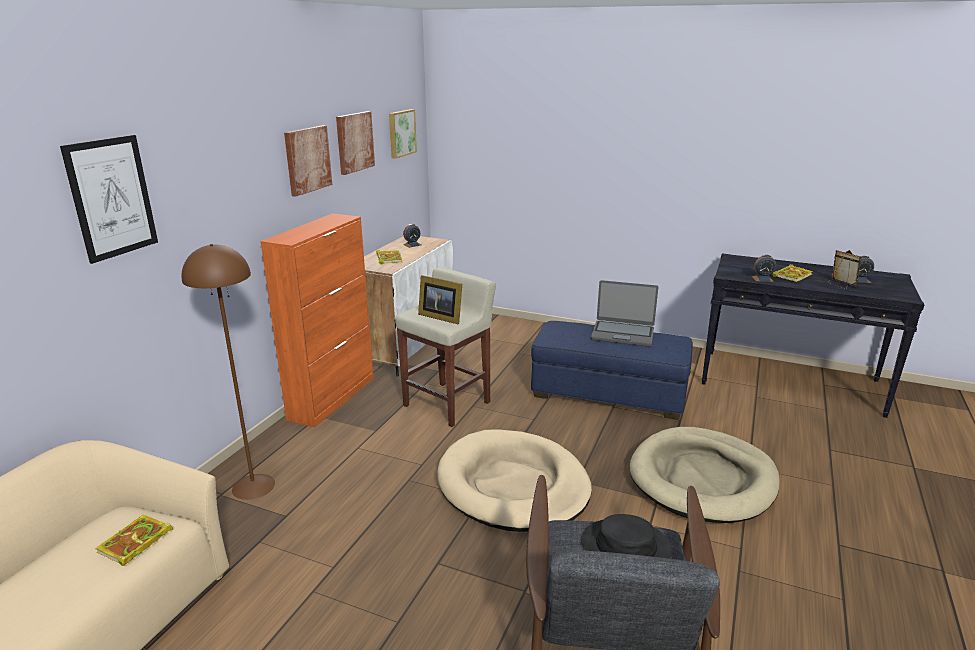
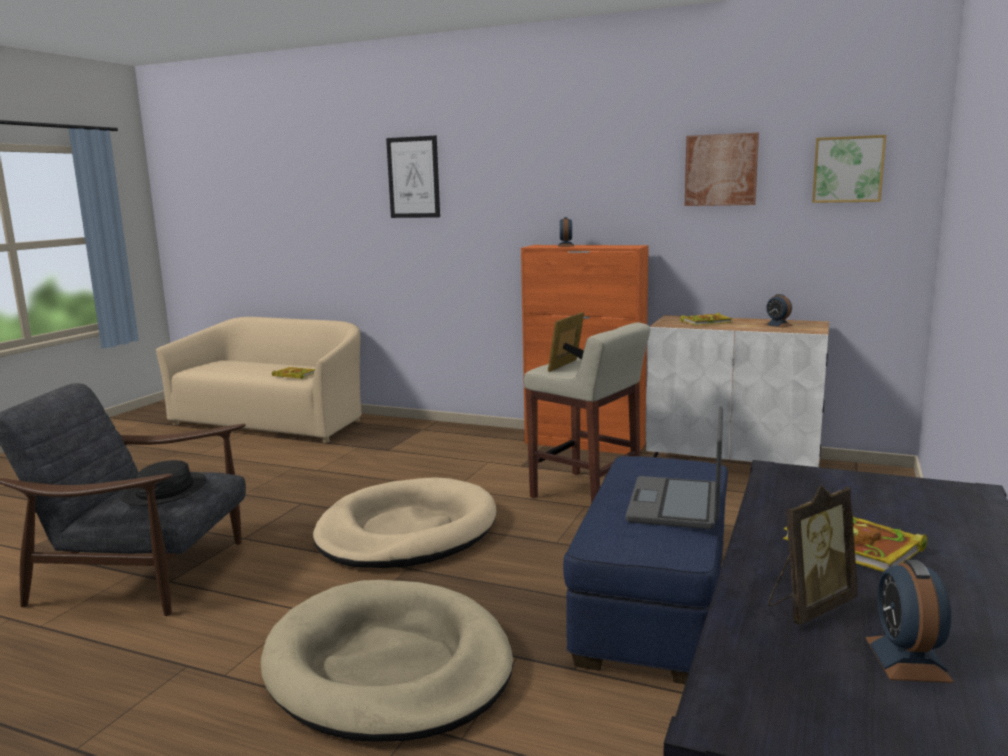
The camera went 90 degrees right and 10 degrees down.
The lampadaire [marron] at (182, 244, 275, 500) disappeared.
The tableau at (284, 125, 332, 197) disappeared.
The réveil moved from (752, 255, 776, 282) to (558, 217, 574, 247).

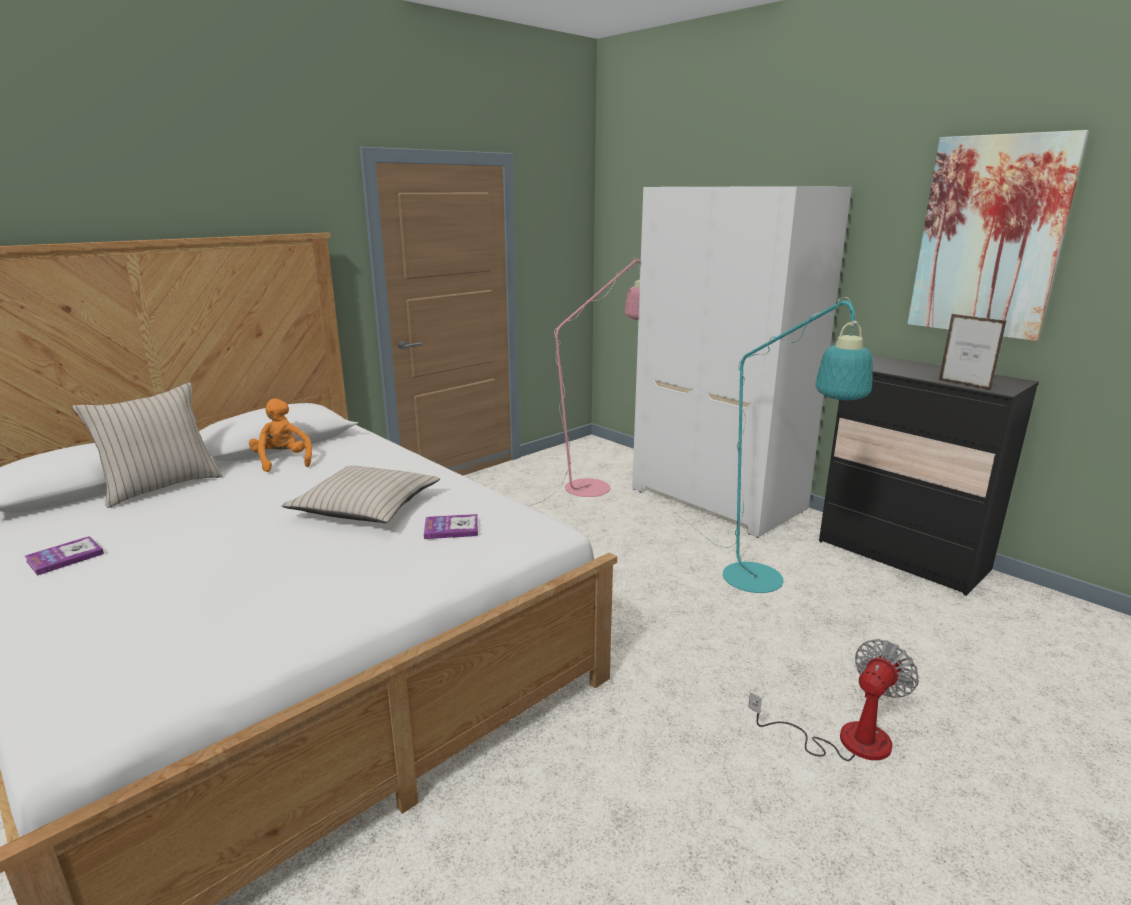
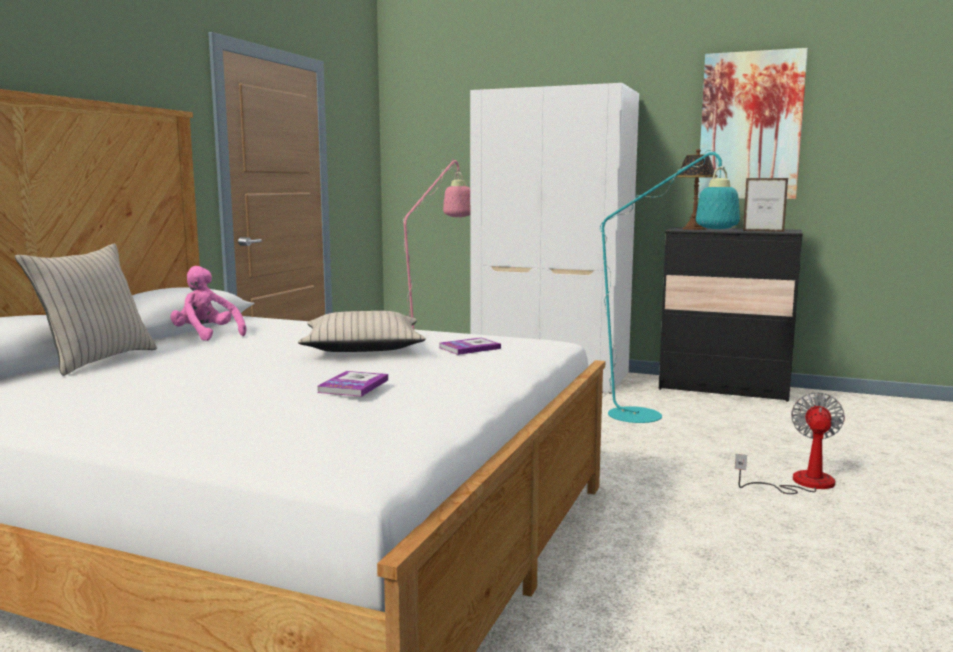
The camera went 25 degrees left and 10 degrees down.
The lampe de table at (676, 149, 718, 230) appeared.
The livre moved from (25, 536, 104, 576) to (317, 371, 388, 397).
The peluche [orange] at (249, 398, 312, 472) became the peluche [rose] at (170, 266, 246, 341).

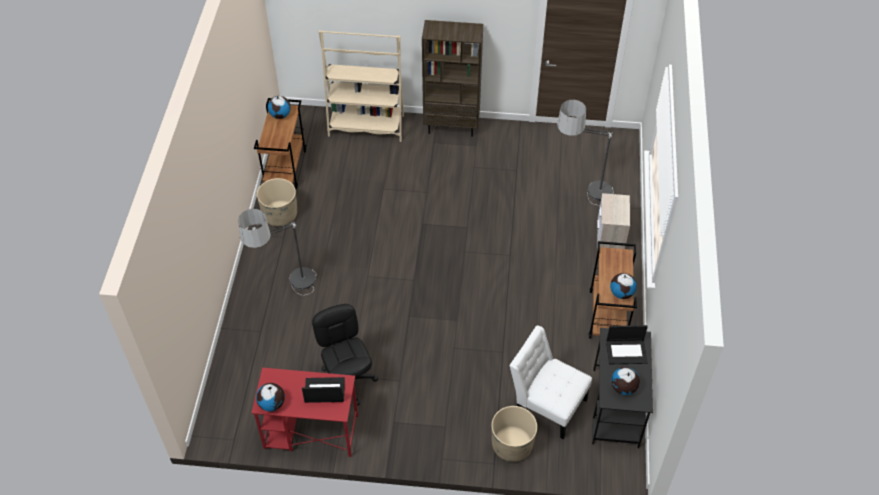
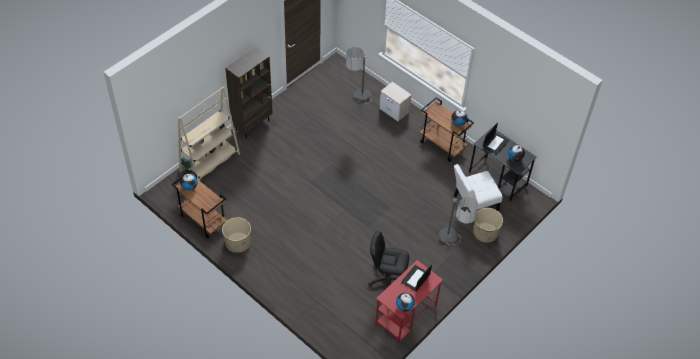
The camera went 55 degrees left and 0 degrees up.
The lampadaire moved from (238, 209, 316, 295) to (439, 197, 478, 245).

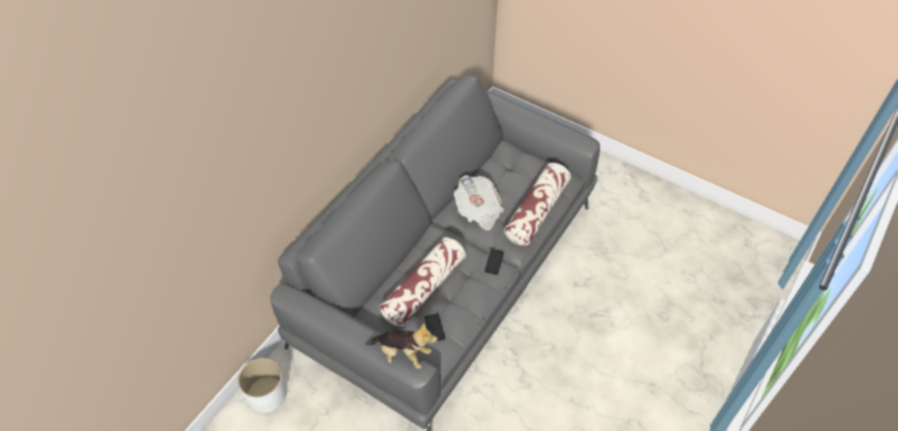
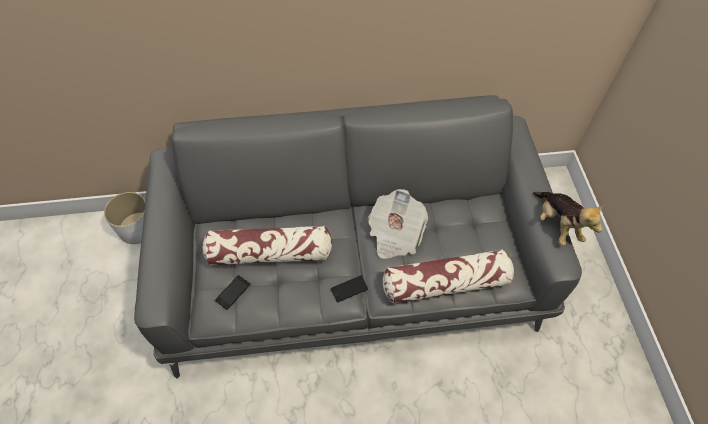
The camera went 50 degrees right and 5 degrees up.
The peluche moved from (365, 323, 438, 369) to (533, 192, 603, 246).

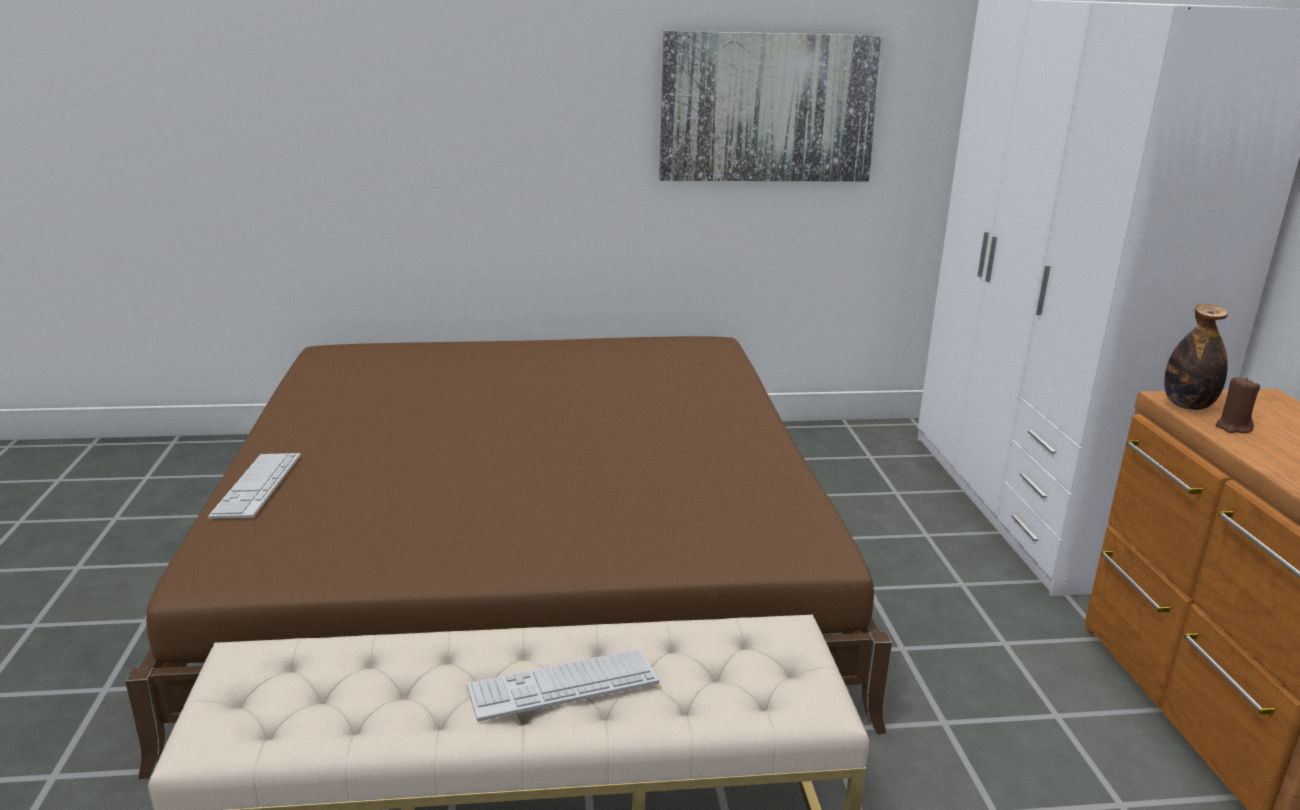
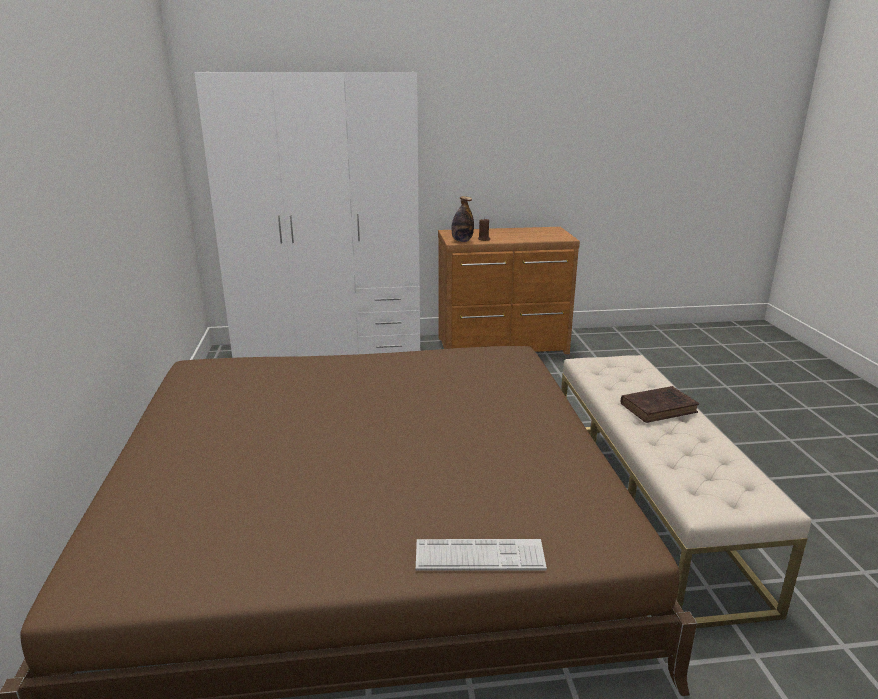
The camera went 90 degrees left and 0 degrees up.
The tableau at (659, 31, 885, 182) disappeared.
The clavier at (467, 649, 659, 722) was replaced by the livre [marron] at (621, 386, 699, 423).

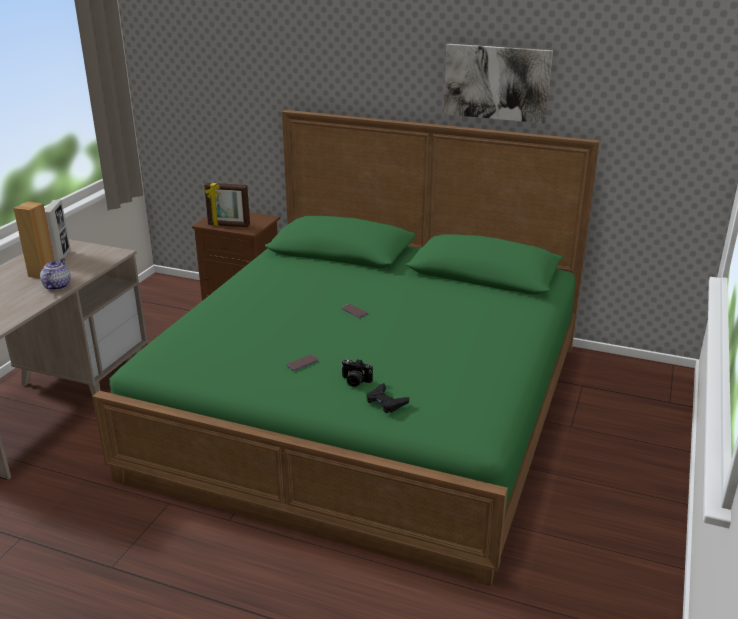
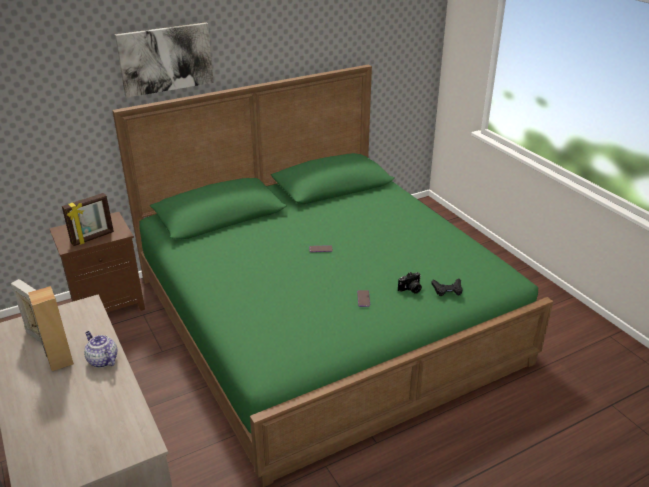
The camera went 50 degrees left and 5 degrees up.
The tableau moved from (444, 44, 553, 123) to (115, 22, 214, 98).

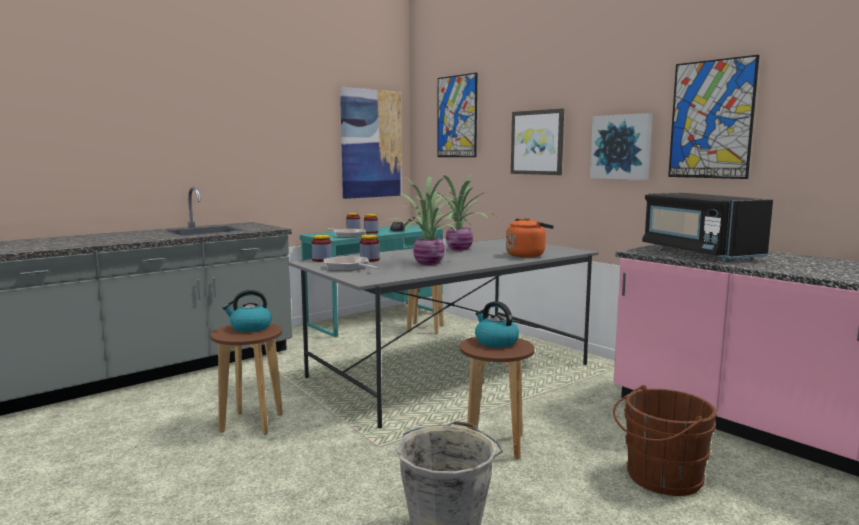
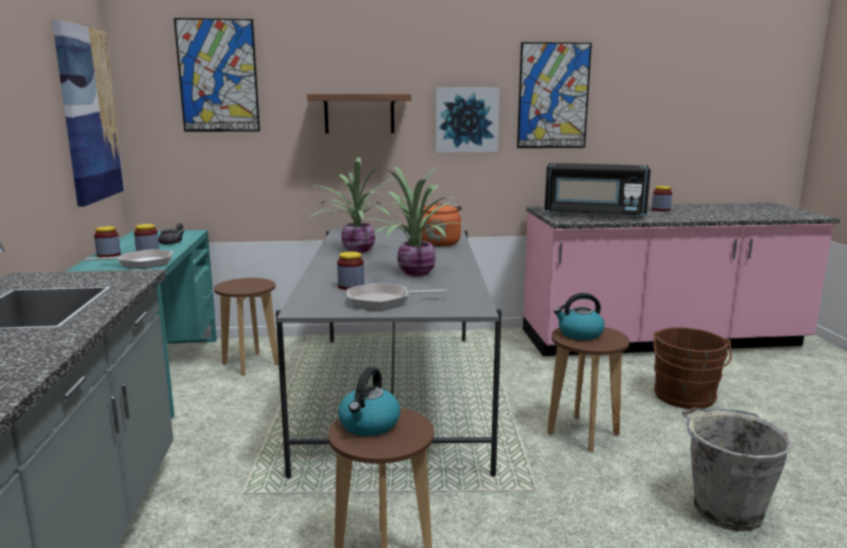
The camera went 55 degrees left and 5 degrees up.
The bocal moved from (312, 235, 332, 262) to (652, 186, 672, 211).
The tableau at (511, 108, 564, 175) was replaced by the étagère at (307, 94, 411, 133).

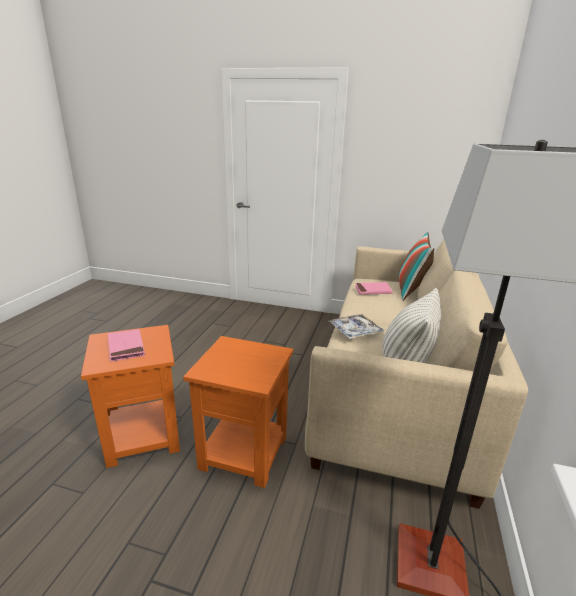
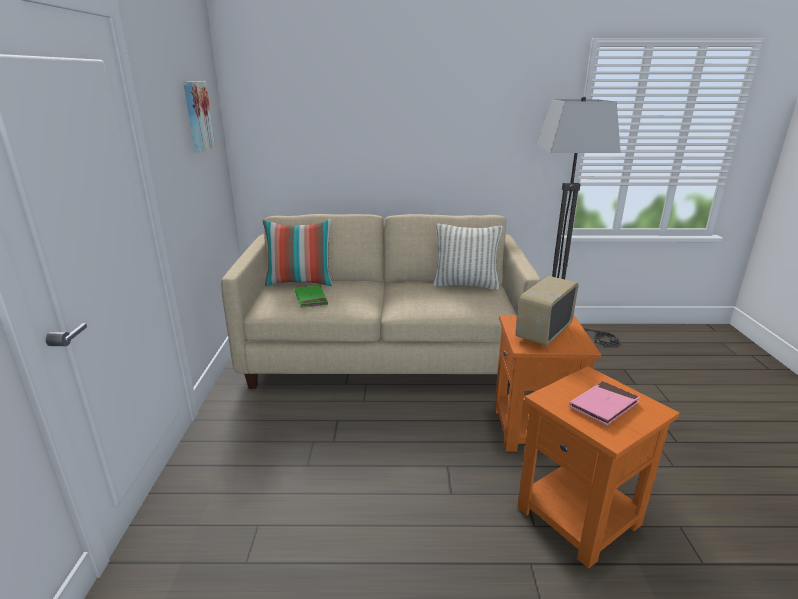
The camera went 105 degrees left and 0 degrees up.
The plateau at (329, 314, 384, 339) disappeared.
The tableau at (183, 81, 215, 152) appeared.
The radio at (516, 276, 579, 346) appeared.
The livre [rose] at (355, 282, 393, 295) became the livre [vert] at (295, 286, 328, 308).

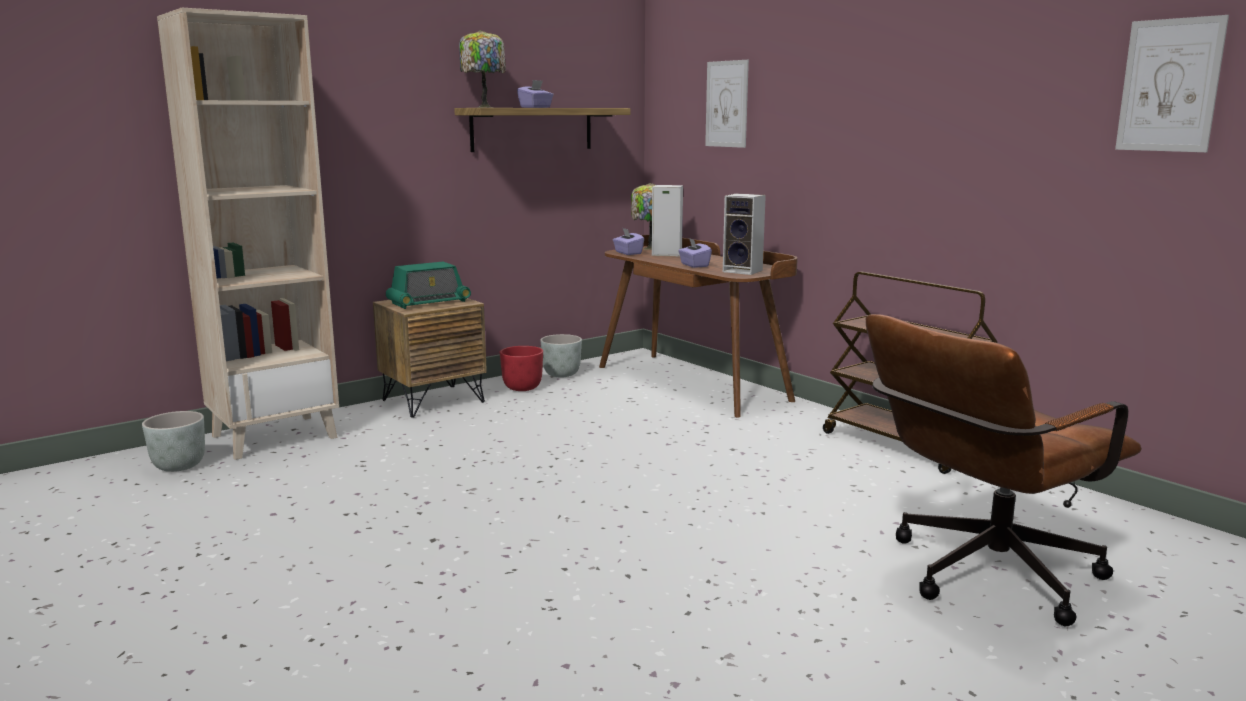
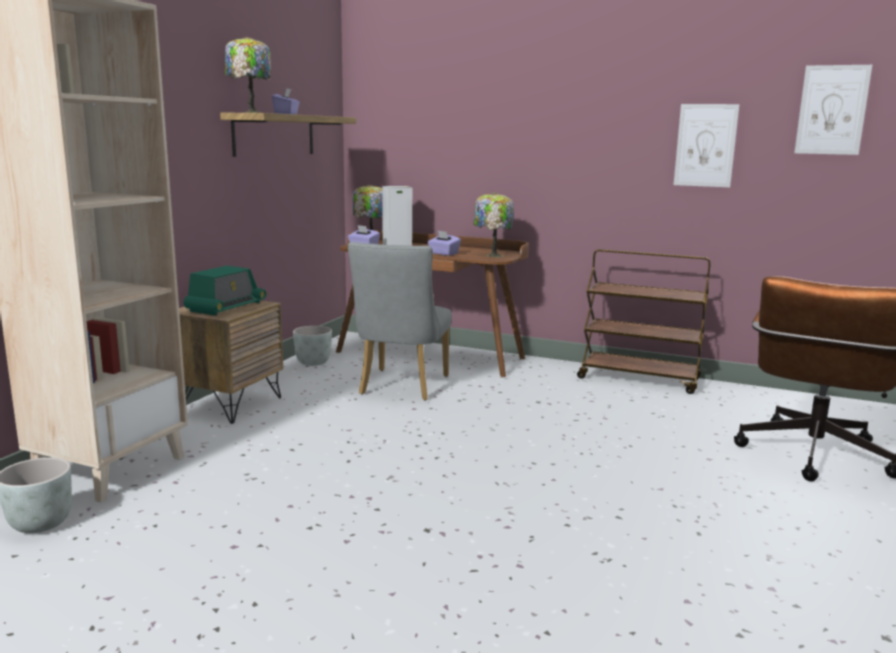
The camera went 30 degrees left and 0 degrees up.
The cache-pot [rouge] at (500, 346, 543, 391) disappeared.
The chaise [gris] at (348, 242, 452, 401) appeared.
The tableau moved from (705, 60, 749, 148) to (674, 104, 740, 187).
The enceinte at (723, 193, 766, 275) was replaced by the lampe de table at (473, 193, 514, 258).

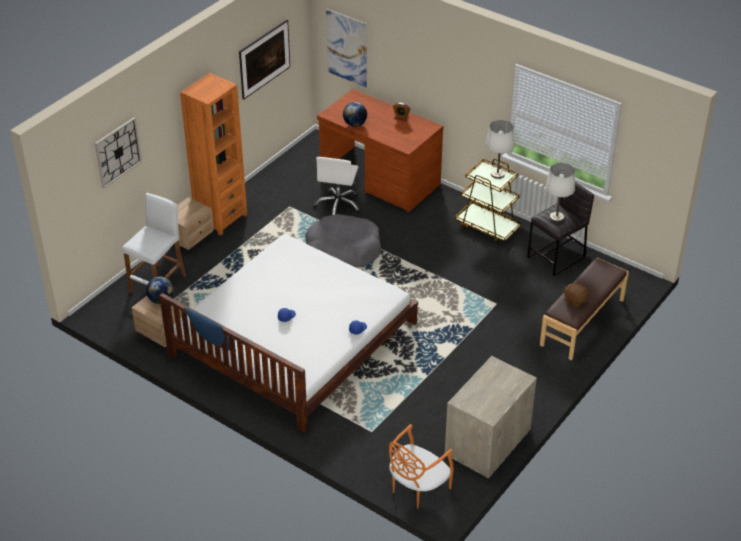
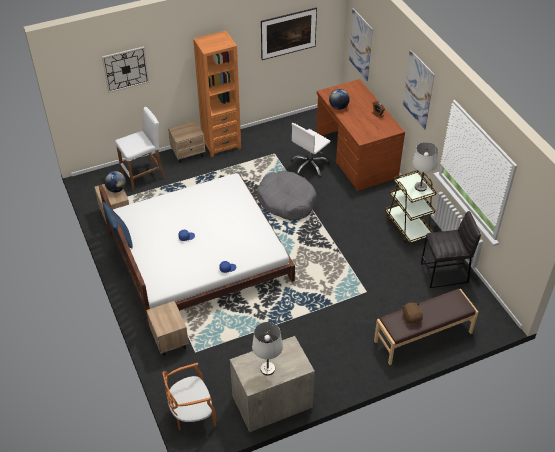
The camera went 30 degrees right and 5 degrees up.
The table de chevet [beige] at (146, 301, 189, 356) appeared.
The tableau at (403, 50, 435, 129) appeared.
The lampe de table [blanc] moved from (546, 163, 575, 222) to (252, 322, 283, 375).

